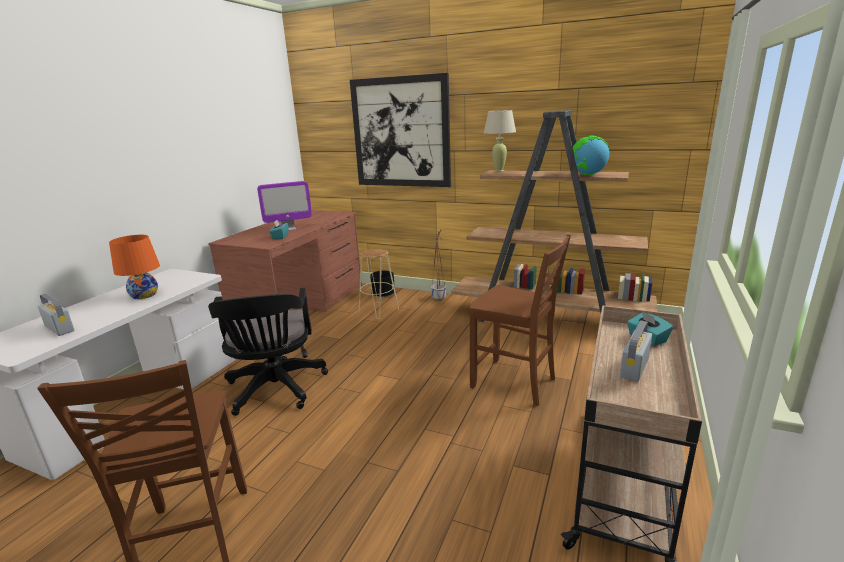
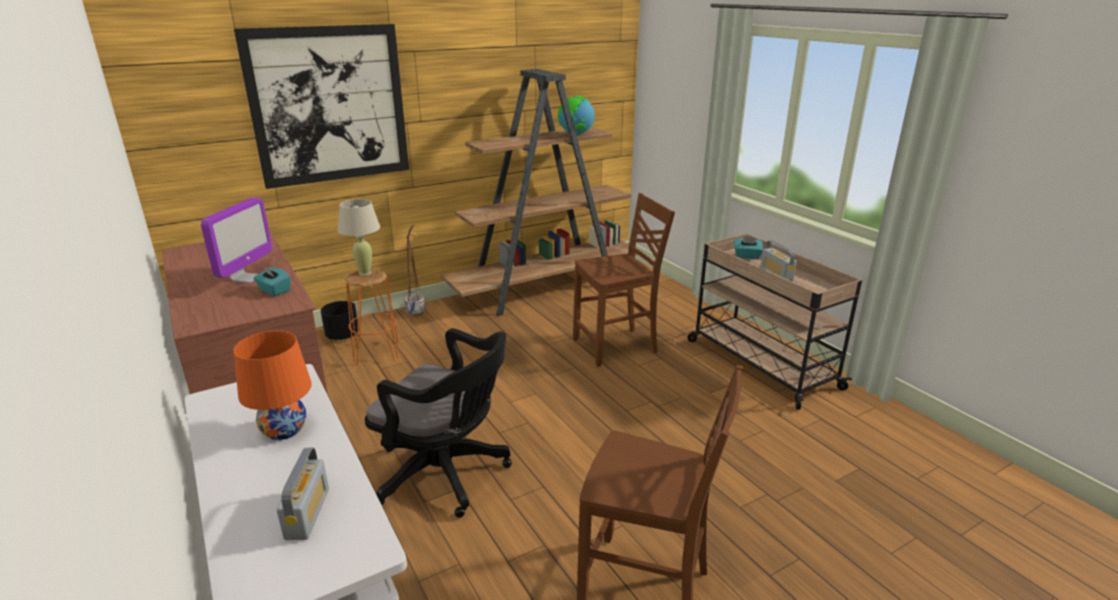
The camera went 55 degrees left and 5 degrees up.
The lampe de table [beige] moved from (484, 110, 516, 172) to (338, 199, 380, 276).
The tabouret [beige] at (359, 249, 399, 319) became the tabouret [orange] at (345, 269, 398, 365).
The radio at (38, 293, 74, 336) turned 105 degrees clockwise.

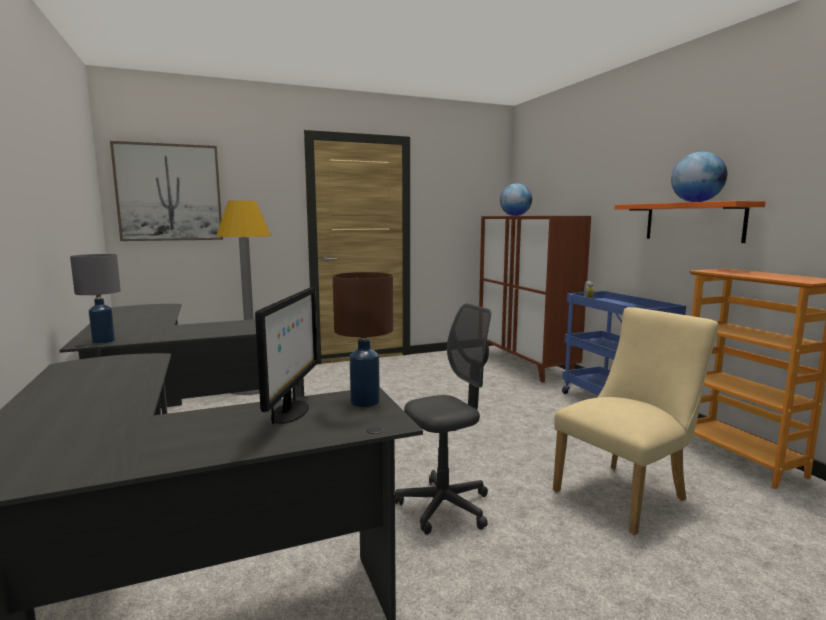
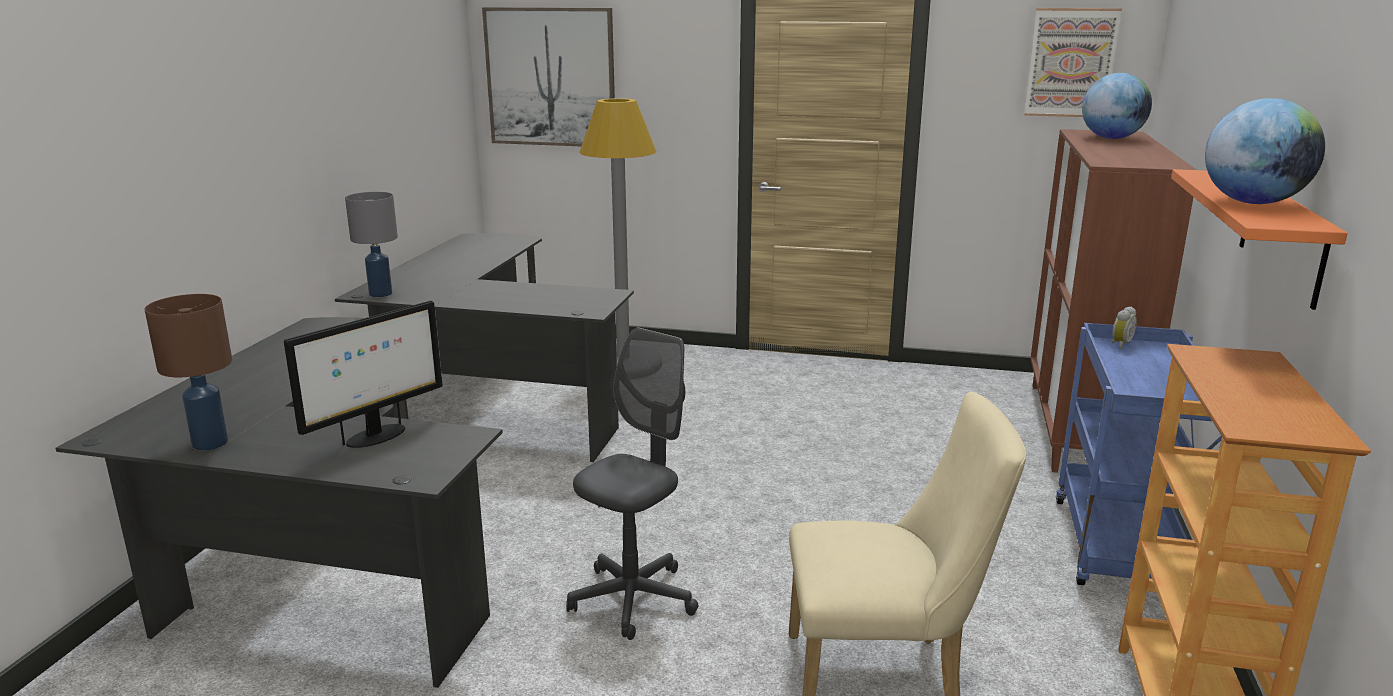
The camera went 35 degrees right and 10 degrees up.
The tableau at (1024, 8, 1122, 117) appeared.
The lampe de table [marron] moved from (333, 272, 393, 407) to (144, 294, 232, 450).
The chaise de bureau [gris] at (395, 303, 491, 535) turned 60 degrees counterclockwise.

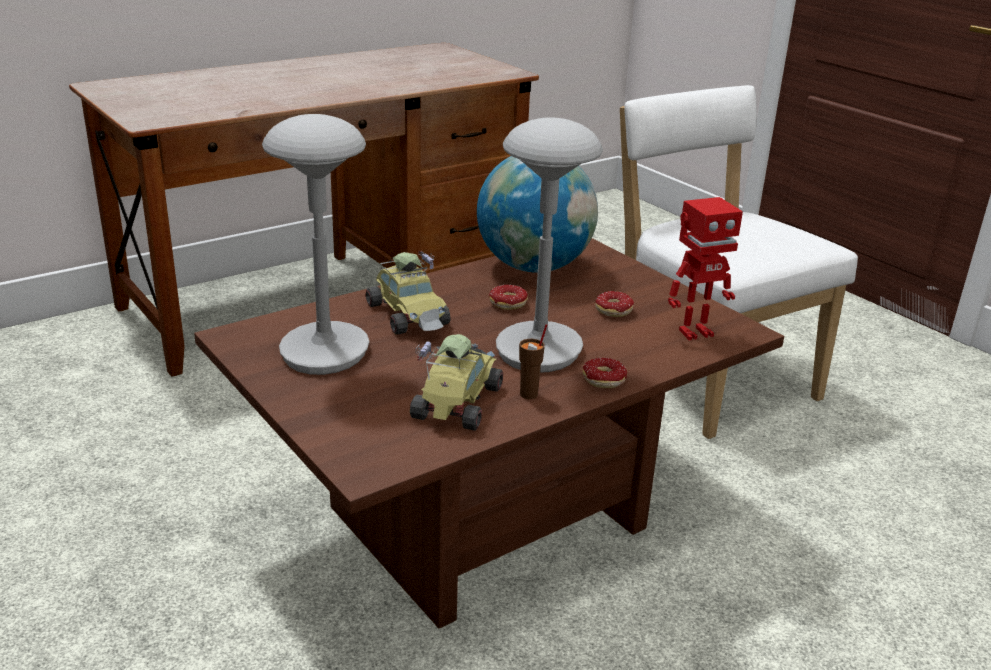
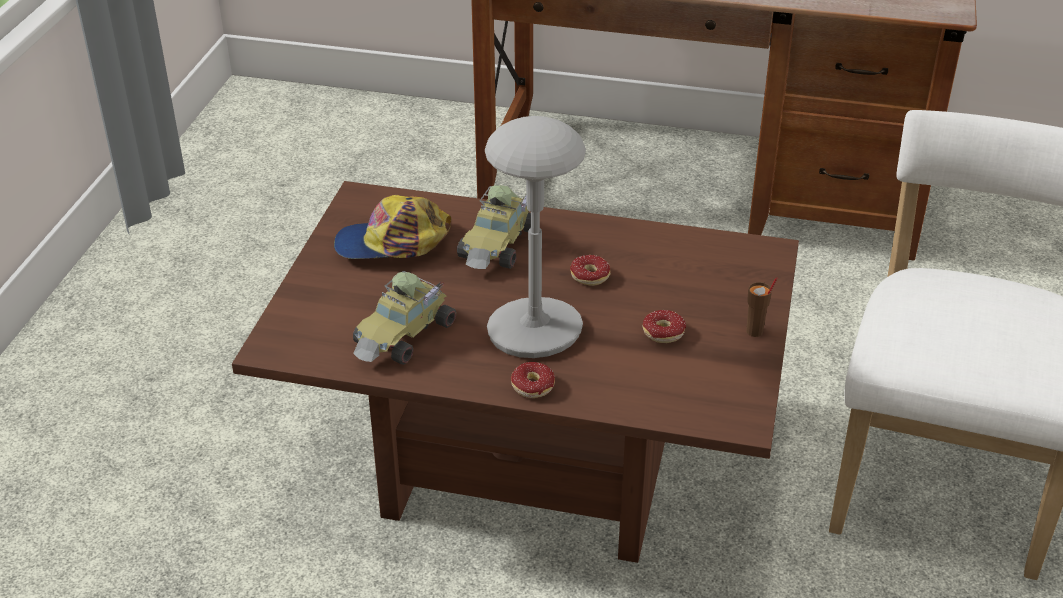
The camera went 50 degrees right and 10 degrees up.
The globe at (477, 156, 598, 273) disappeared.
The robot jouet at (668, 197, 743, 340) disappeared.
The tasse [marron] moved from (519, 324, 547, 399) to (746, 277, 778, 337).
The lampe de table [gris] at (262, 114, 369, 375) was replaced by the casquette at (334, 195, 452, 259).
The petite voiture at (410, 334, 503, 431) turned 150 degrees clockwise.

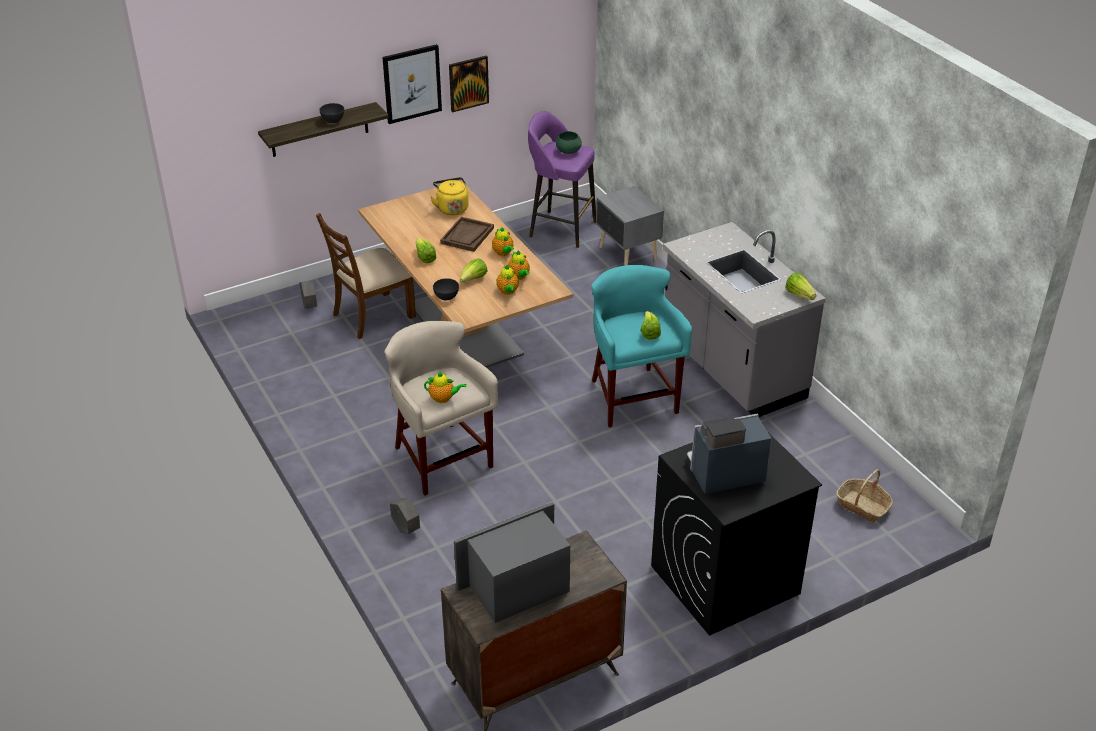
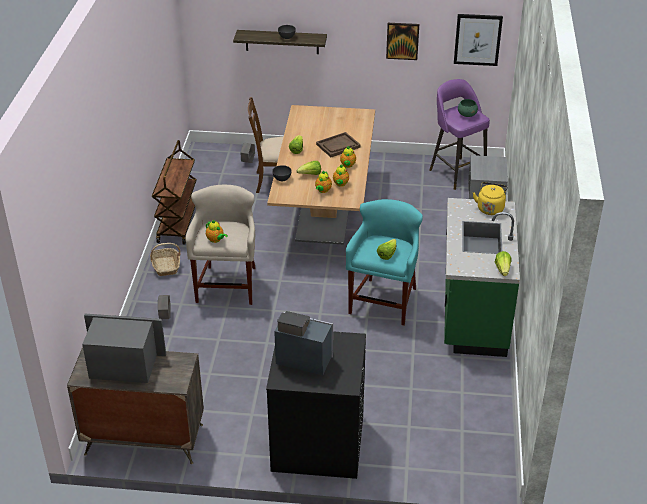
The camera went 35 degrees right and 0 degrees up.
The chariot [marron] at (152, 140, 197, 245) appeared.
The tableau moved from (382, 44, 442, 124) to (454, 14, 503, 66).
The bouilloire [jaune] moved from (430, 177, 469, 215) to (473, 182, 508, 215).
The panier moved from (836, 469, 893, 522) to (150, 243, 181, 276).
The comptoir de cuisine [gris] at (663, 222, 826, 417) became the comptoir de cuisine [vert] at (444, 198, 520, 357).

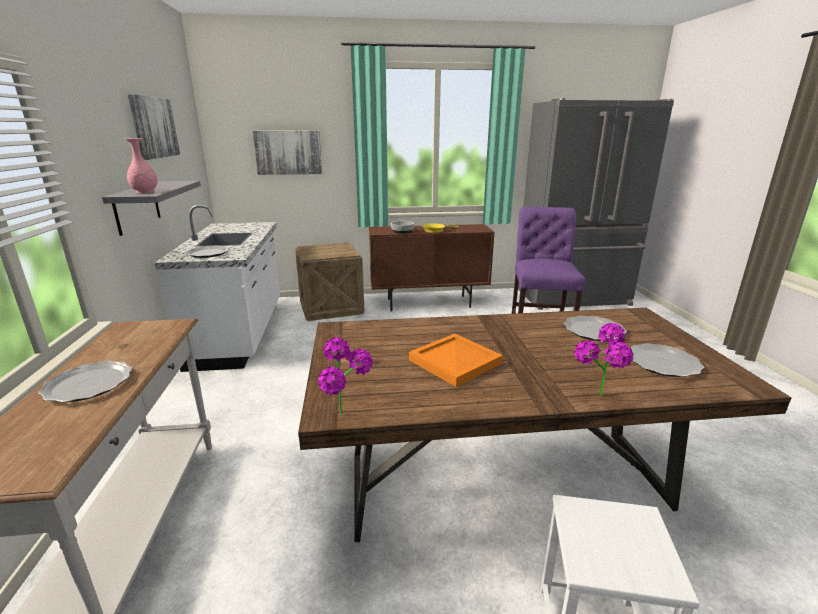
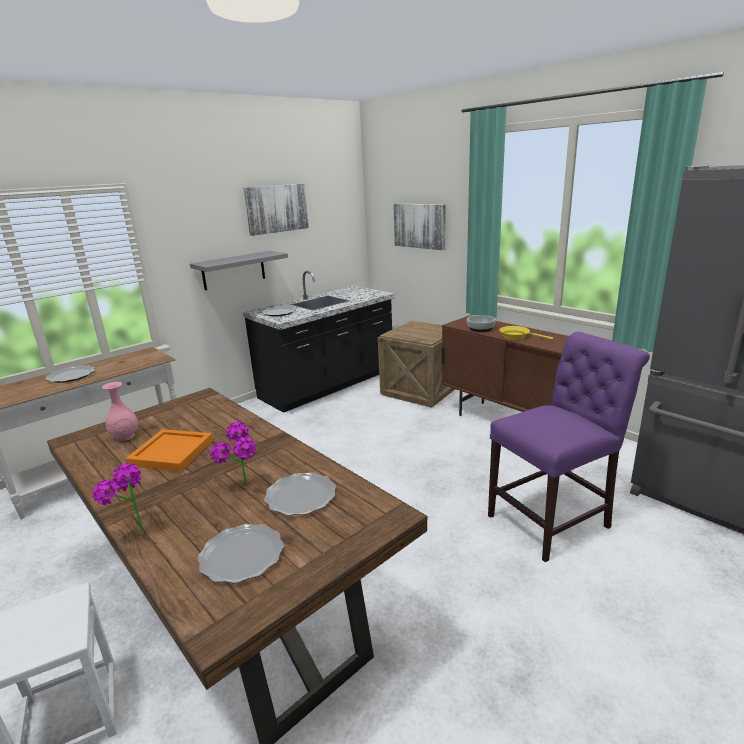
The camera went 55 degrees right and 0 degrees up.
The vase [rose] moved from (125, 138, 157, 194) to (102, 382, 138, 441).
The plante en pot moved from (318, 337, 373, 414) to (210, 421, 256, 484).
The comptoir de cuisine [blanc] at (155, 205, 280, 372) became the comptoir de cuisine [noir] at (243, 271, 395, 413).

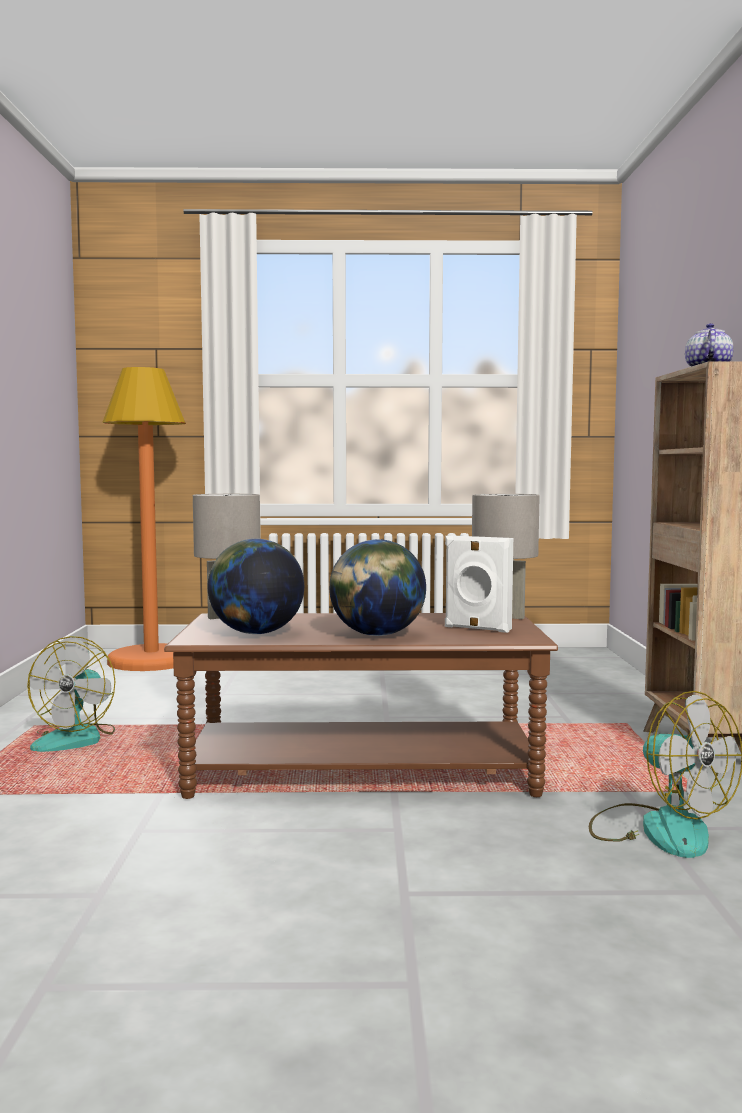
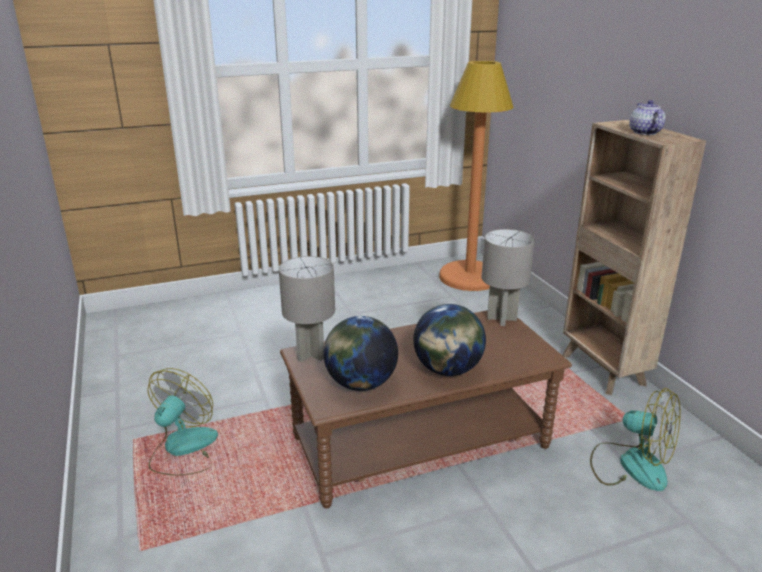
The camera went 20 degrees left and 20 degrees up.
The enceinte [blanc] at (445, 535, 513, 633) disappeared.
The lampadaire [orange] moved from (102, 367, 186, 671) to (439, 61, 514, 291).
The ventilateur at (27, 636, 116, 752) turned 150 degrees counterclockwise.

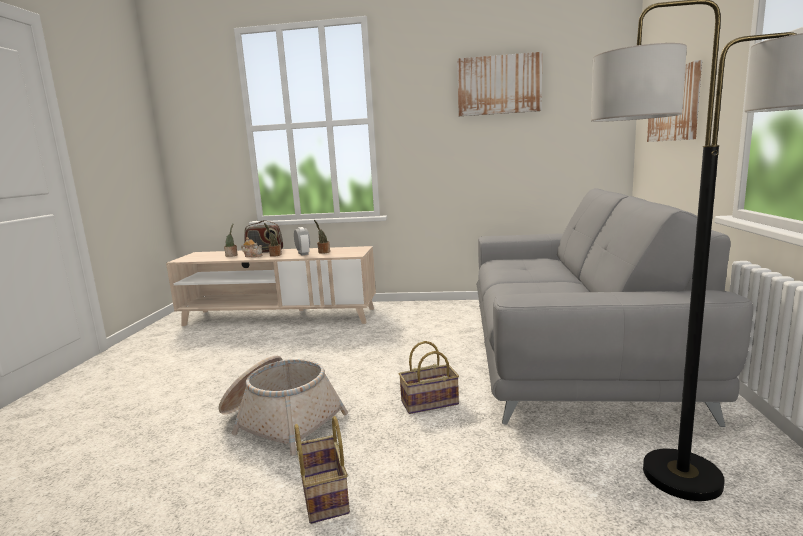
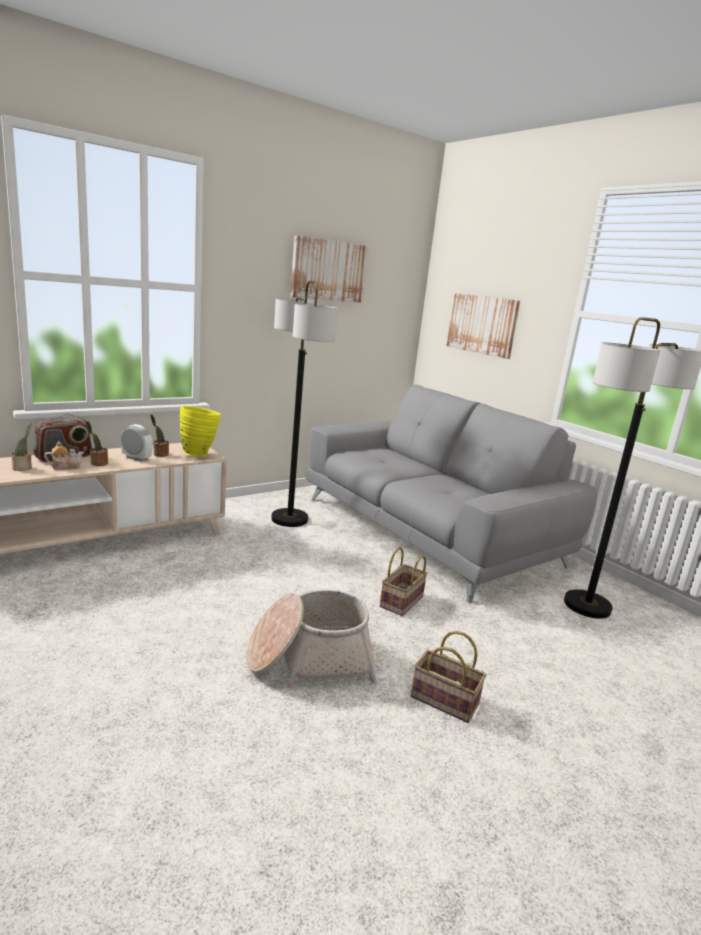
The camera went 45 degrees left and 5 degrees up.
The vase [jaune] at (180, 406, 221, 457) appeared.
The lampadaire at (271, 281, 338, 527) appeared.

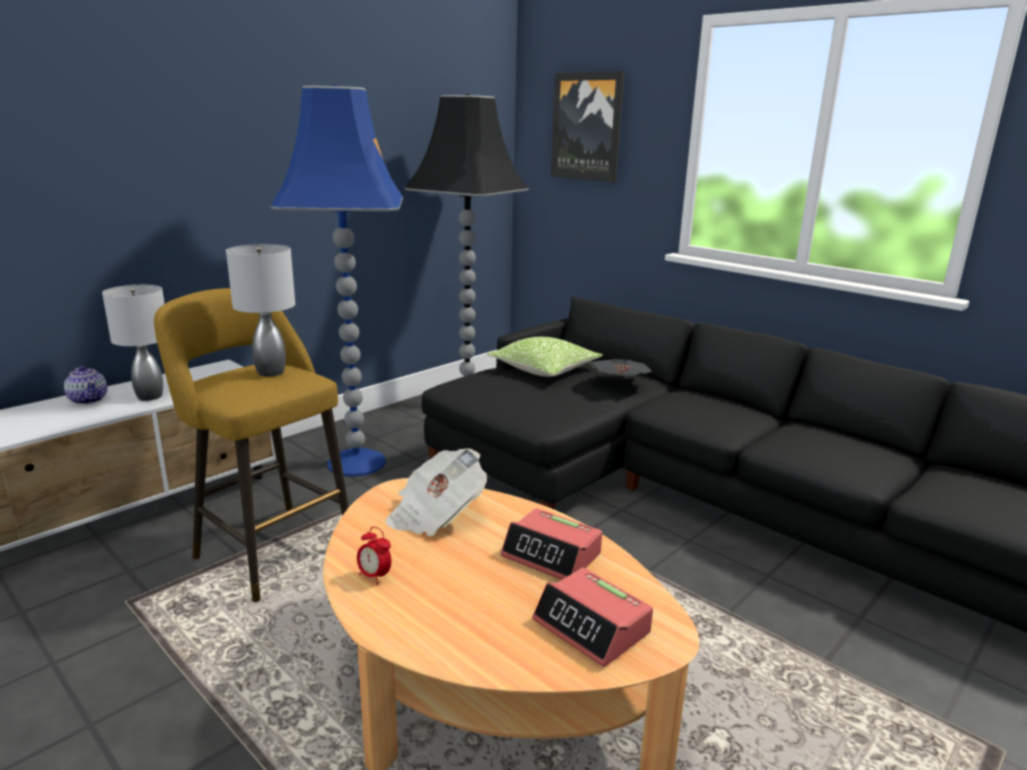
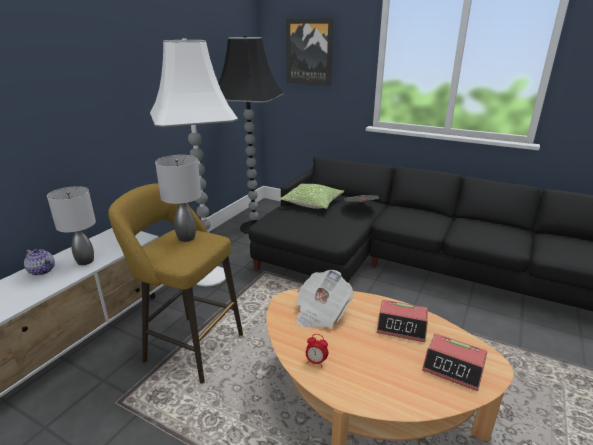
The camera went 15 degrees left and 5 degrees up.
The lampadaire [bleu] at (270, 85, 403, 477) became the lampadaire [blanc] at (150, 39, 238, 286).

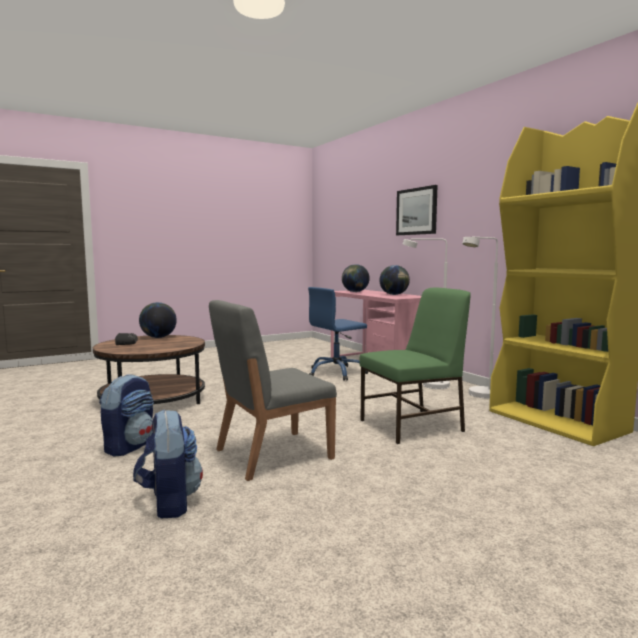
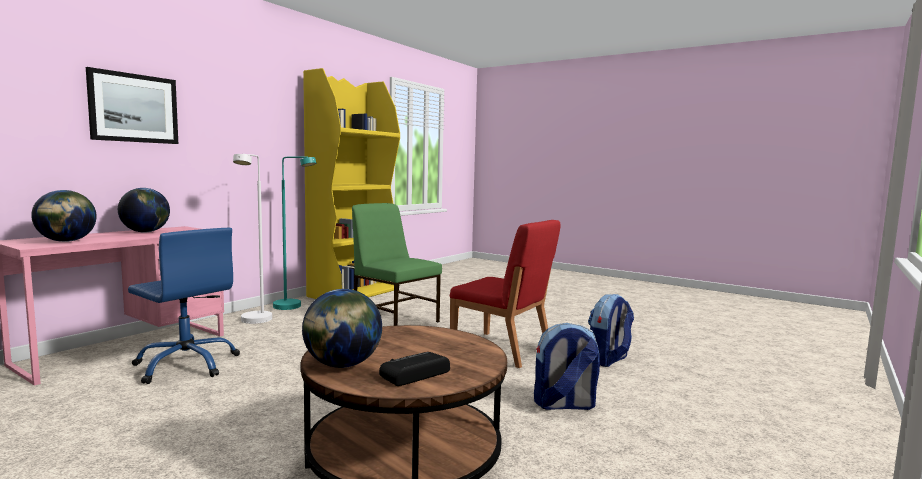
The camera went 115 degrees left and 0 degrees up.
The chaise [gris] at (209, 300, 337, 481) became the chaise [rouge] at (450, 220, 561, 368).
The lampadaire [blanc] at (462, 237, 498, 399) became the lampadaire [turquoise] at (273, 156, 316, 310).

